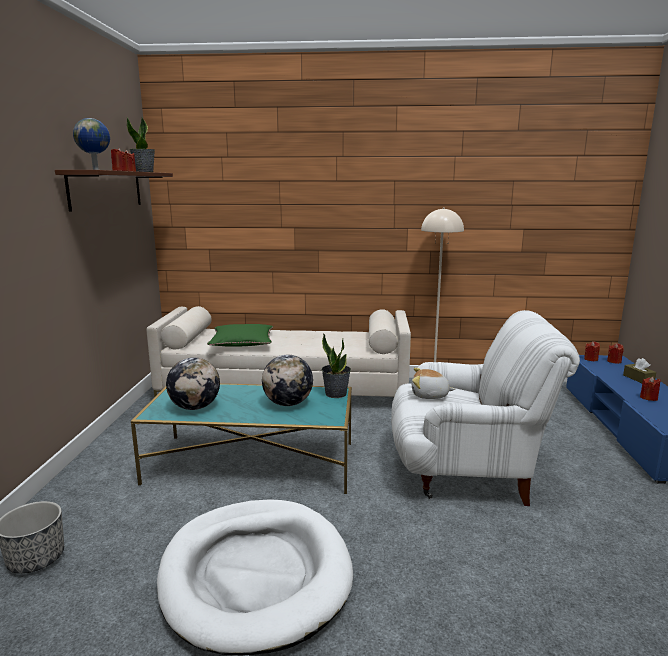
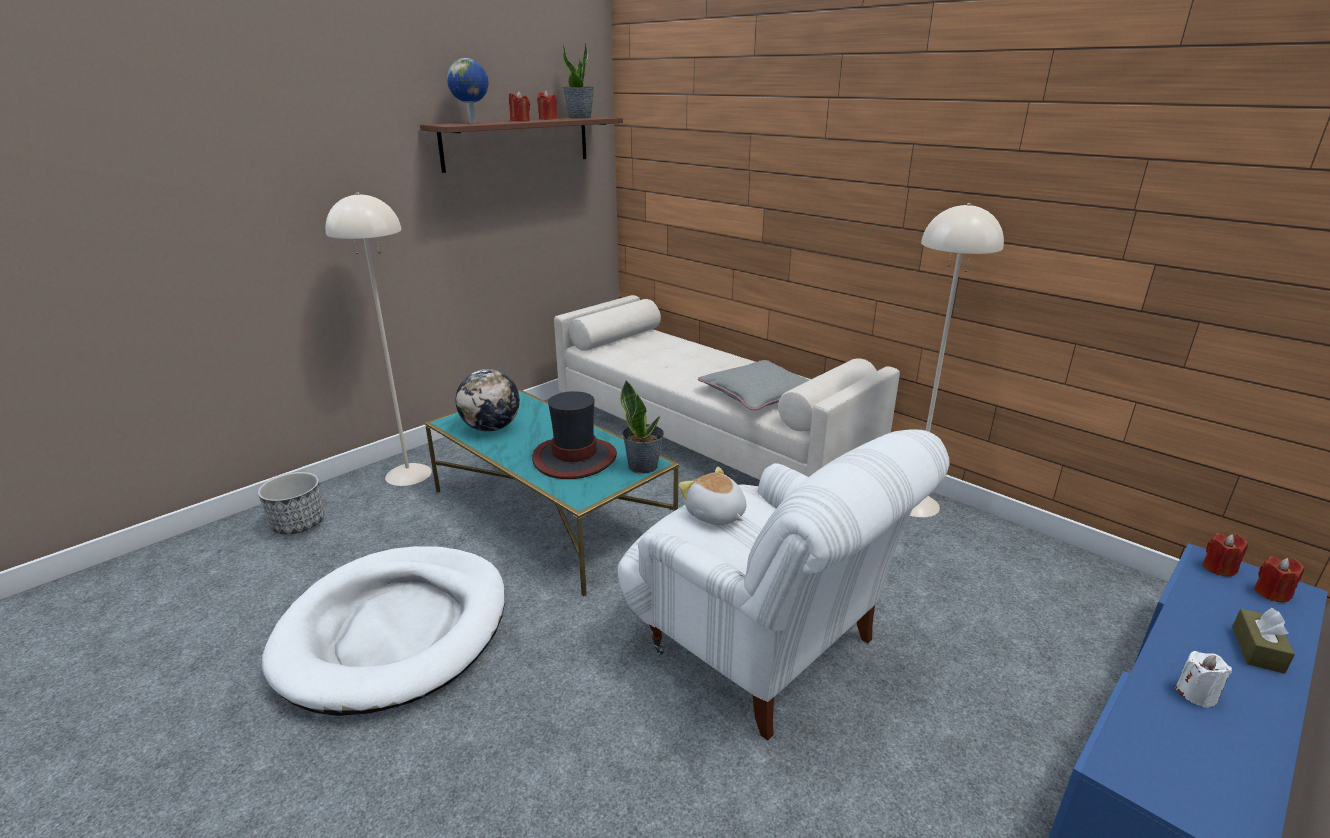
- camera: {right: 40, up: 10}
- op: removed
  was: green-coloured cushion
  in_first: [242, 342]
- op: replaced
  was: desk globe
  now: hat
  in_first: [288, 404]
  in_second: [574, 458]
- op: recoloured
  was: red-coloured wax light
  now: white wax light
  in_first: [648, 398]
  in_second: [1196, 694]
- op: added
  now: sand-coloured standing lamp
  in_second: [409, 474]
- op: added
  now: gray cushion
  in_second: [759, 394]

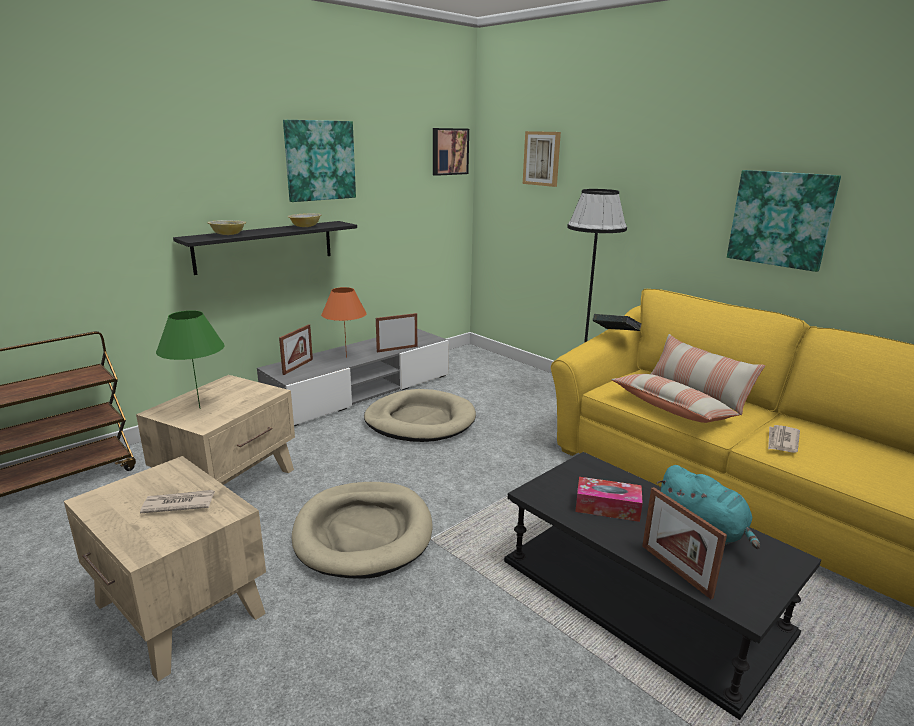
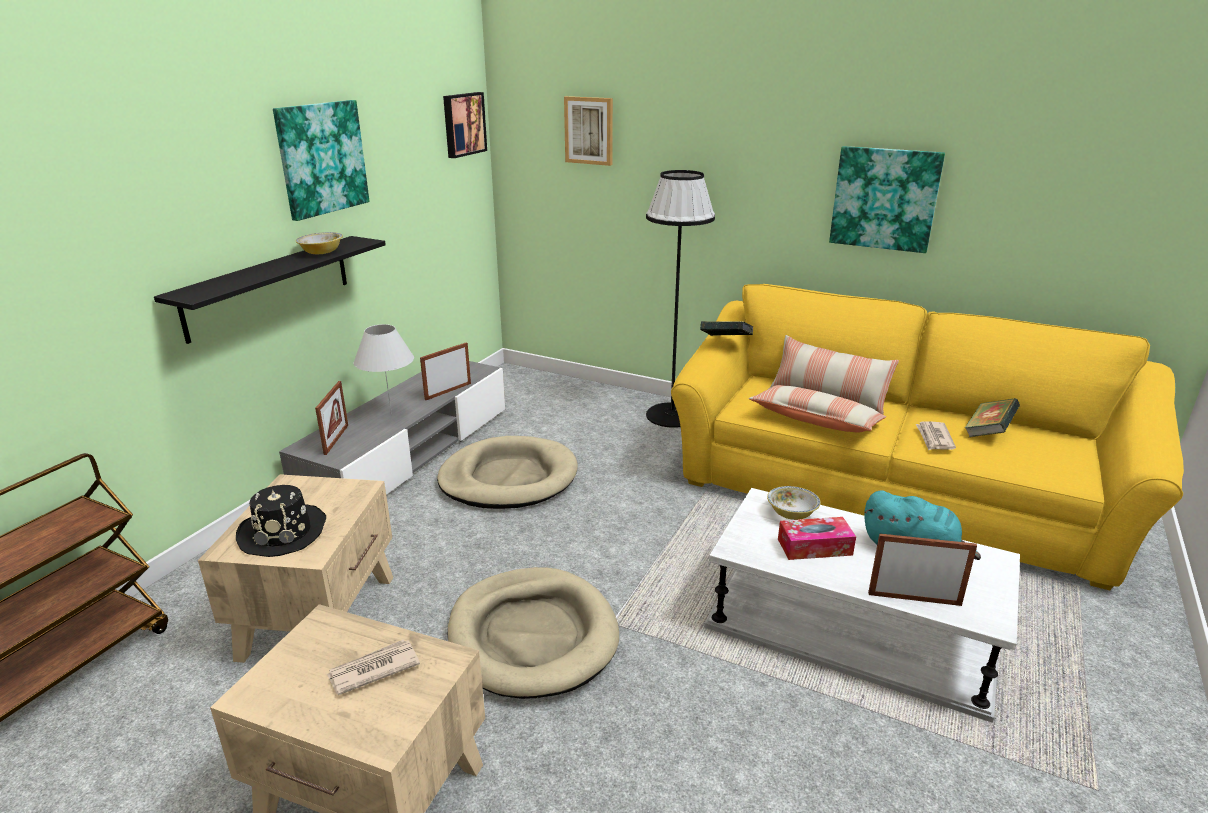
- camera: {right: -20, up: 5}
- op: moved
  was: serving bowl
  in_first: [228, 234]
  in_second: [791, 513]
- op: recoloured
  was: orange-coloured table lamp
  now: white table lamp
  in_first: [346, 357]
  in_second: [391, 415]
- op: replaced
  was: green-coloured table lamp
  now: black hat
  in_first: [200, 408]
  in_second: [283, 532]
- op: recoloured
  was: black low table
  now: white low table
  in_first: [642, 596]
  in_second: [853, 627]
- op: turned
  was: photo frame
  in_first: [675, 570]
  in_second: [914, 599]
  clockwise: 150
- op: added
  now: book
  in_second: [988, 432]

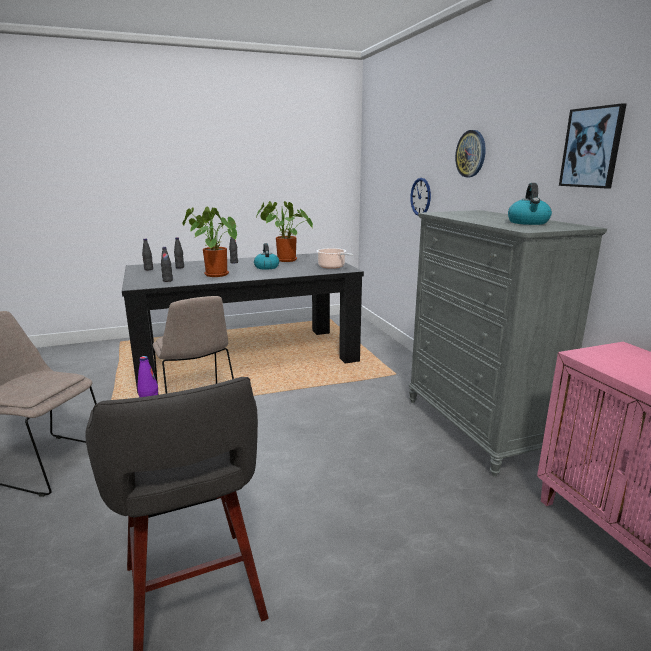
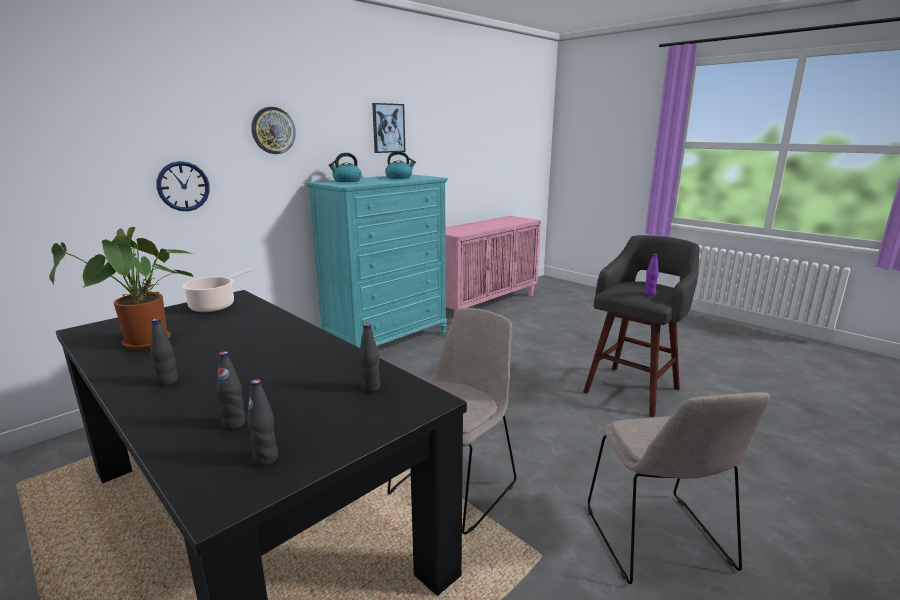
- camera: {right: -115, up: 0}
- op: removed
  was: houseplant
  in_first: [214, 274]
- op: recoloured
  was: gray chest of drawers
  now: turquoise-coloured chest of drawers
  in_first: [476, 428]
  in_second: [387, 341]
- op: moved
  was: tea kettle
  in_first: [266, 267]
  in_second: [346, 181]

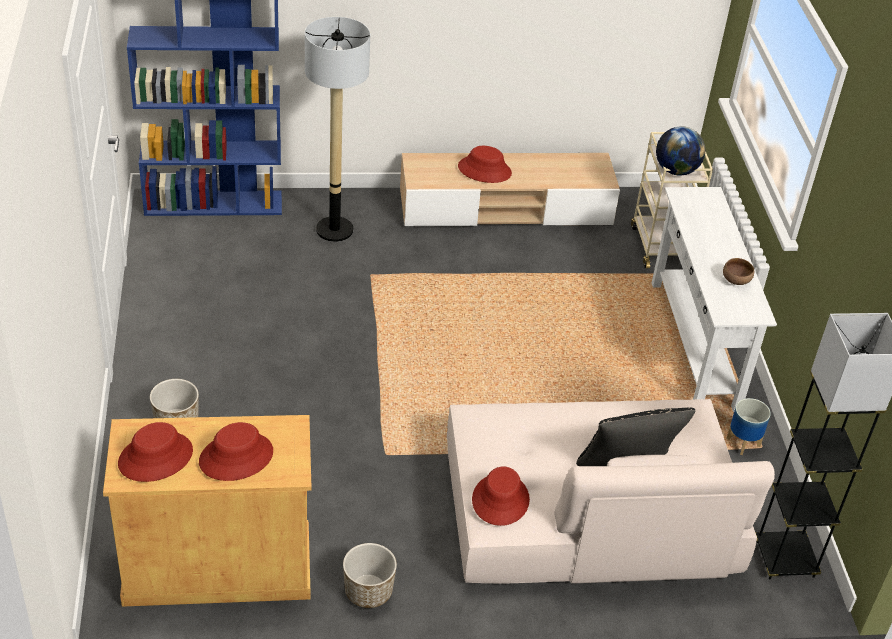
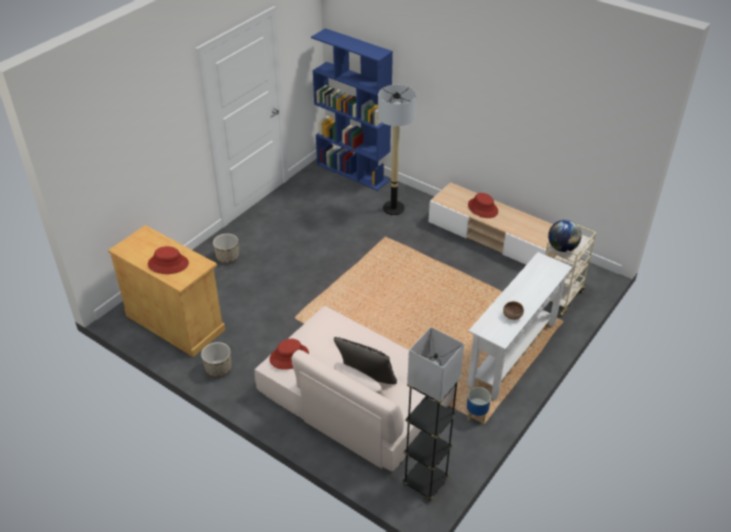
- camera: {right: 45, up: 0}
- op: removed
  was: red-coloured hat
  in_first: [155, 457]

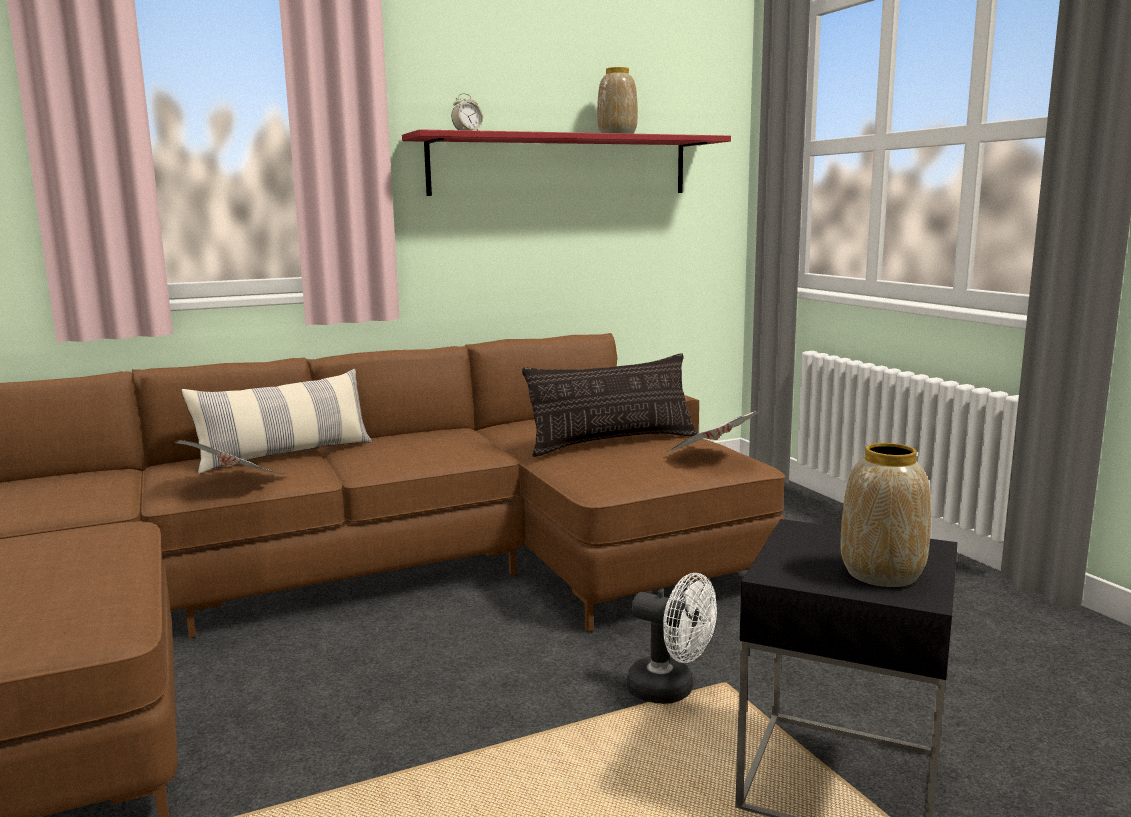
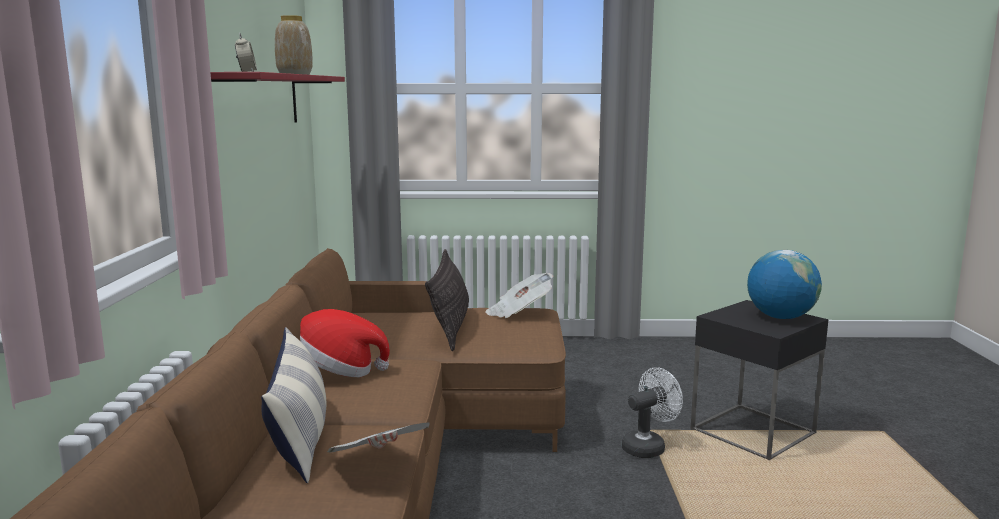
- camera: {right: -65, up: 0}
- op: replaced
  was: flower vase
  now: desk globe
  in_first: [882, 573]
  in_second: [780, 317]
- op: added
  now: hat
  in_second: [336, 372]

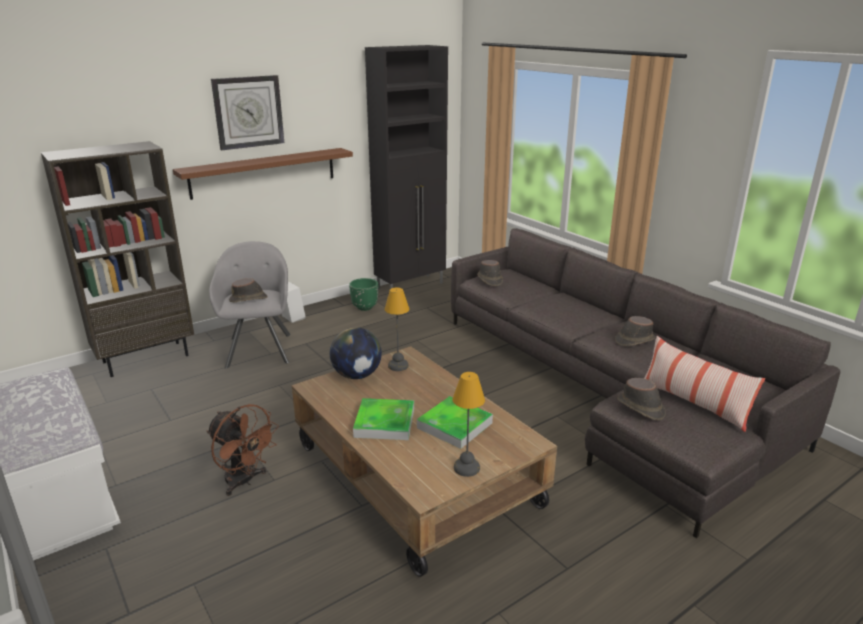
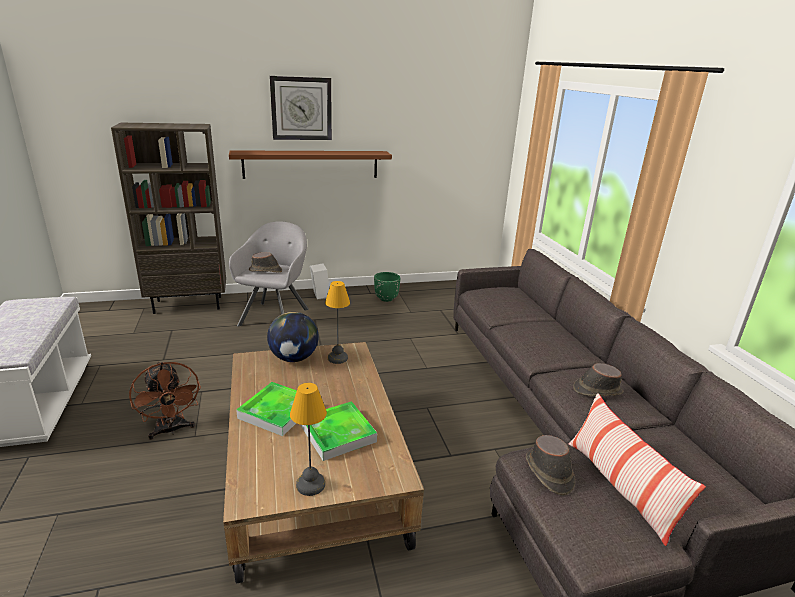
- camera: {right: 20, up: 0}
- op: removed
  was: black cabinet
  in_first: [411, 286]
- op: removed
  was: brownish hat
  in_first: [489, 280]

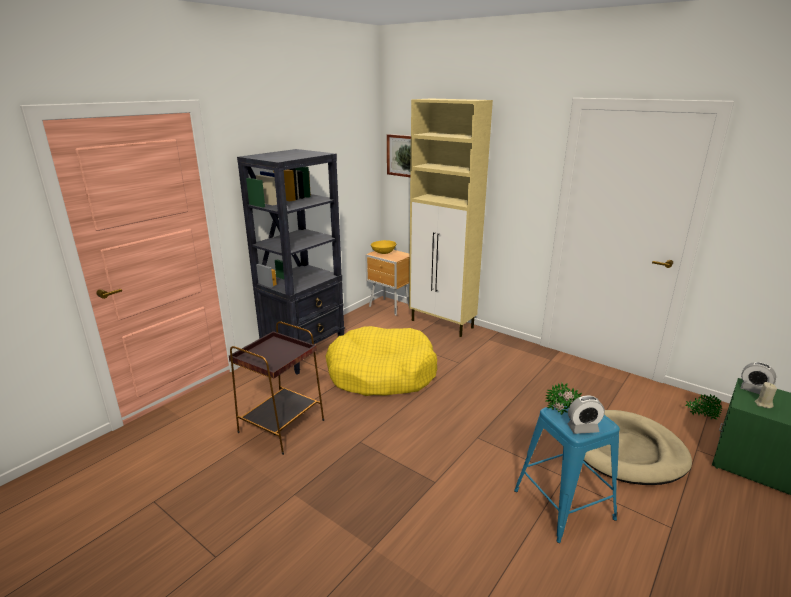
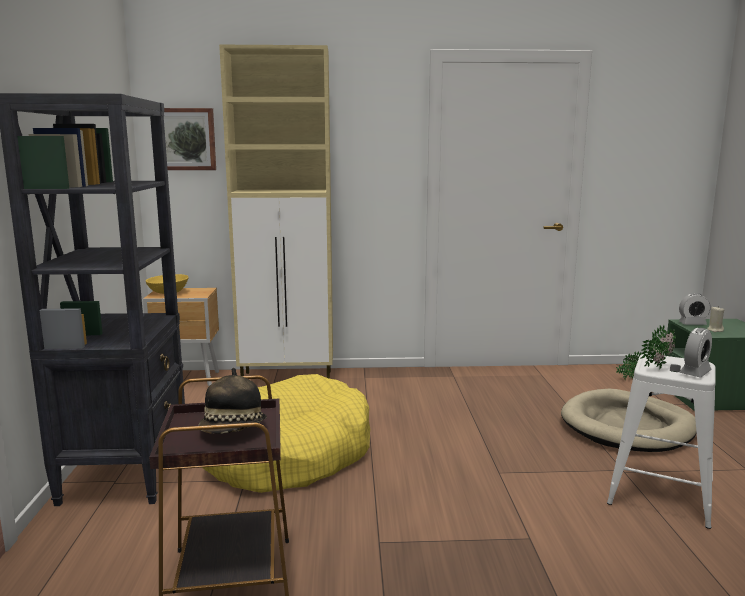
- camera: {right: -40, up: -10}
- op: recoloured
  was: bluish stool seat
  now: white stool seat
  in_first: [563, 505]
  in_second: [661, 494]
- op: added
  now: hat
  in_second: [233, 430]

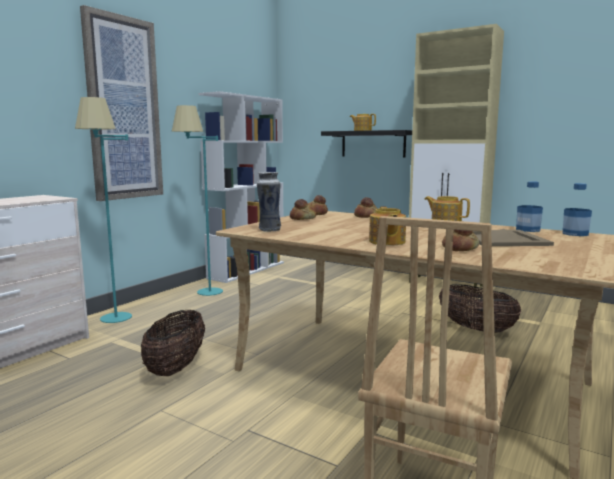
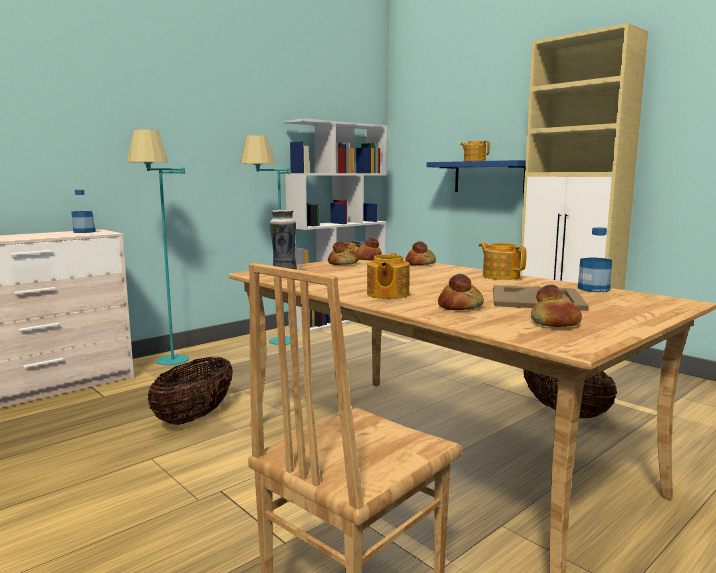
- camera: {right: 15, up: 0}
- op: removed
  was: picture
  in_first: [123, 109]
- op: recoloured
  was: black bracket shelf
  now: bluish bracket shelf
  in_first: [373, 144]
  in_second: [489, 177]
- op: moved
  was: bottle
  in_first: [575, 234]
  in_second: [84, 232]
- op: added
  now: baked bread
  in_second: [554, 324]

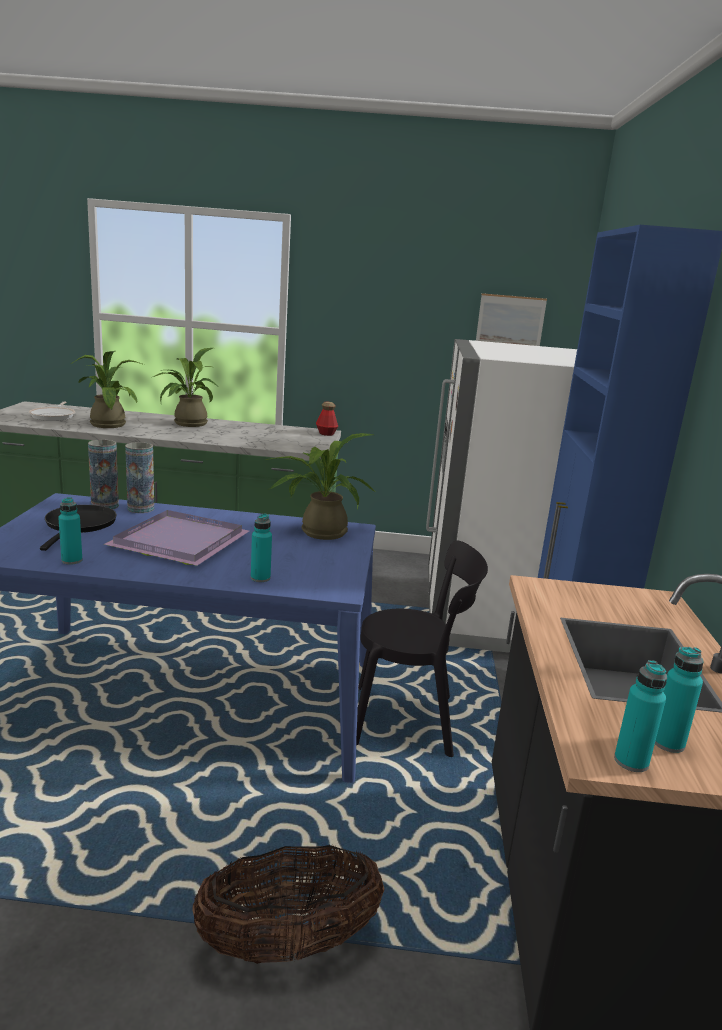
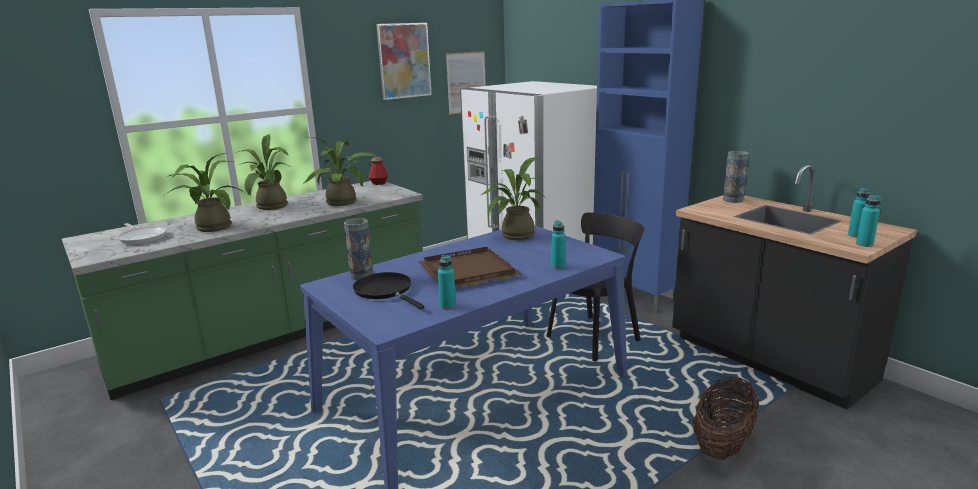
- camera: {right: -40, up: 0}
- op: moved
  was: flower vase
  in_first: [140, 508]
  in_second: [733, 200]
- op: recoloured
  was: purplish tray
  now: brownish tray
  in_first: [179, 540]
  in_second: [466, 271]
- op: added
  now: picture
  in_second: [404, 61]
- op: added
  now: houseplant
  in_second: [345, 202]

